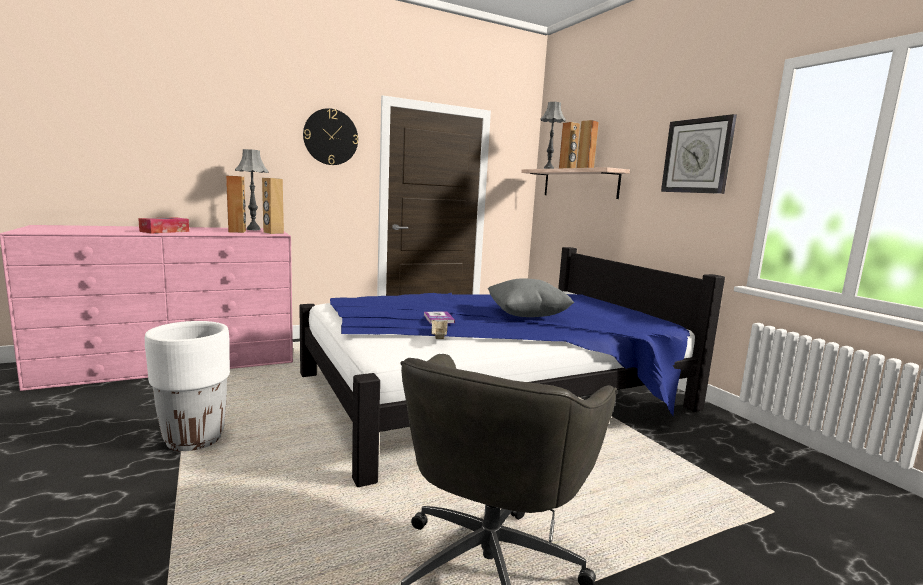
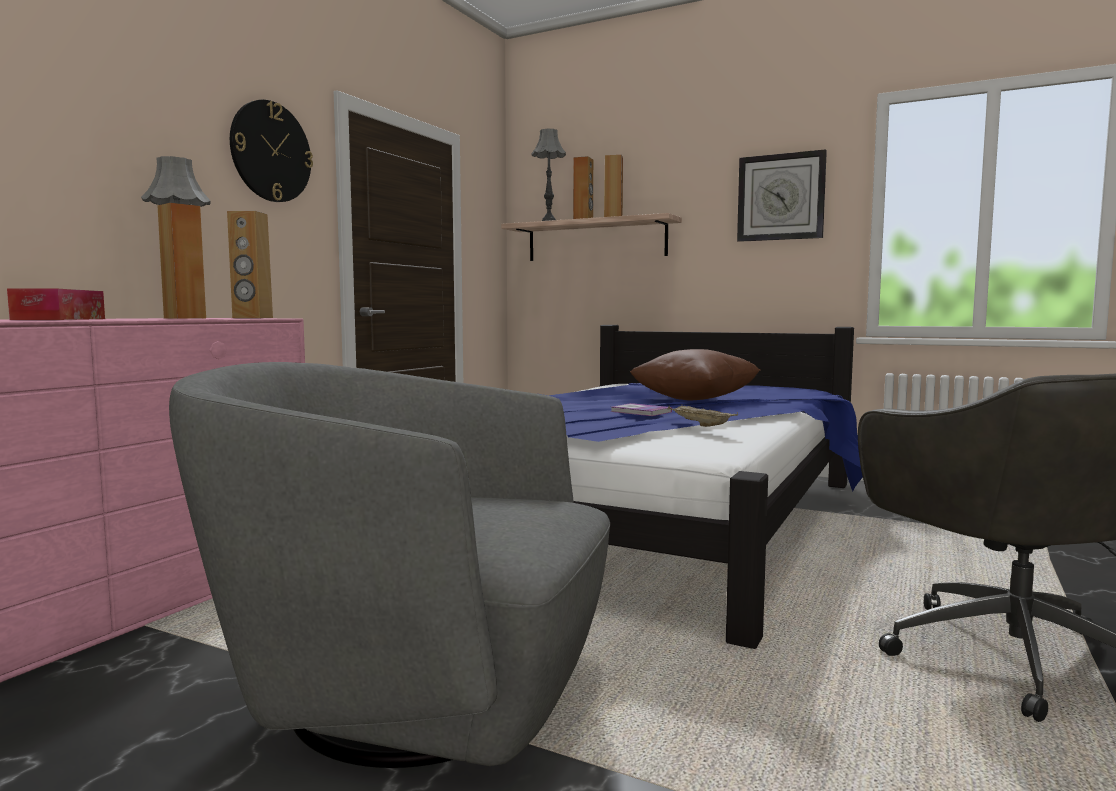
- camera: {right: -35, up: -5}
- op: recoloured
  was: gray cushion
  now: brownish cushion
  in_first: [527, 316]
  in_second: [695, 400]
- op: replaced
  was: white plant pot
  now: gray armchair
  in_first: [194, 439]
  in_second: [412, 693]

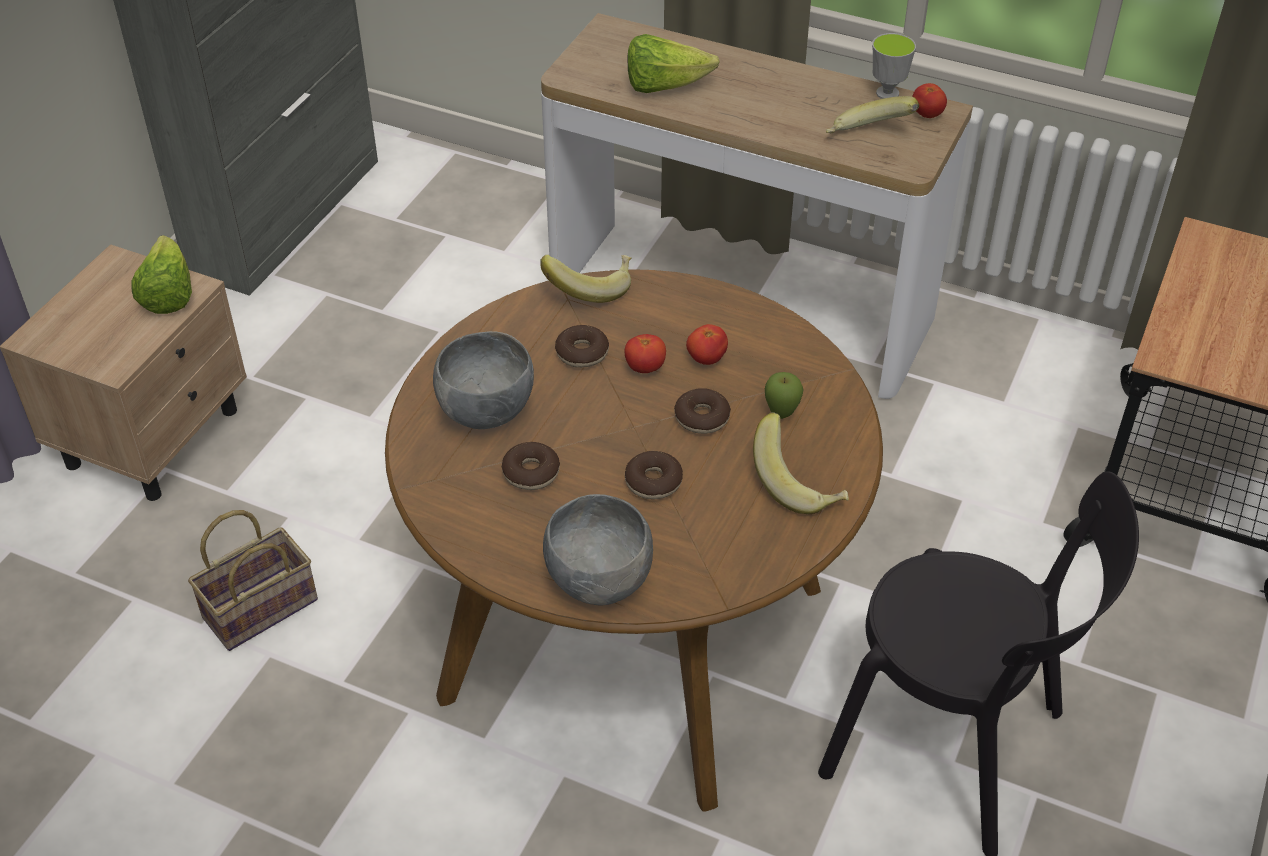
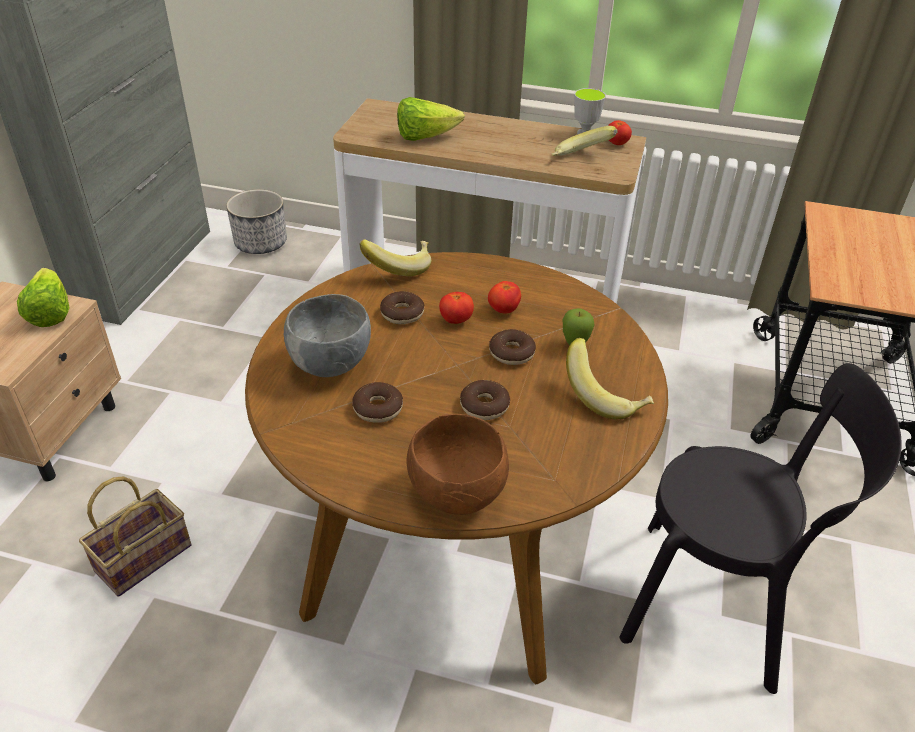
- camera: {right: -10, up: -5}
- op: recoloured
  was: gray serving bowl
  now: brownish serving bowl
  in_first: [599, 580]
  in_second: [456, 493]
- op: added
  now: plant pot
  in_second: [261, 243]

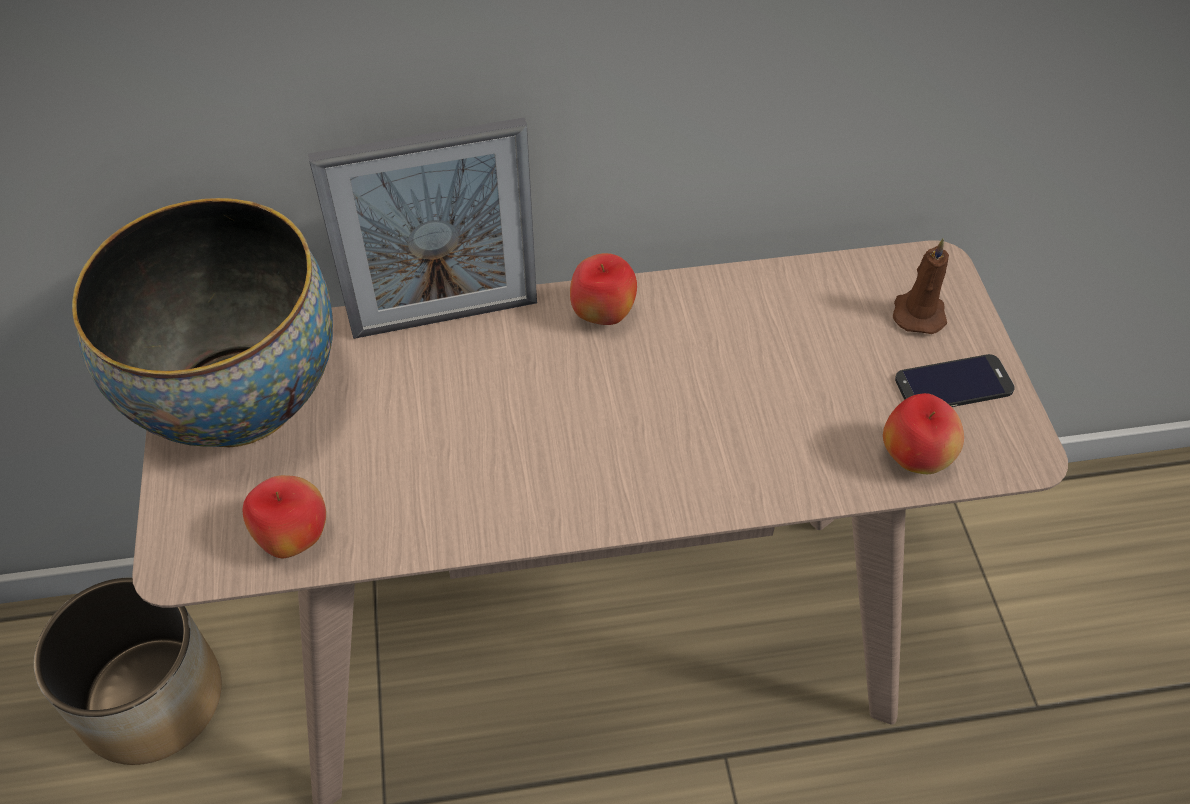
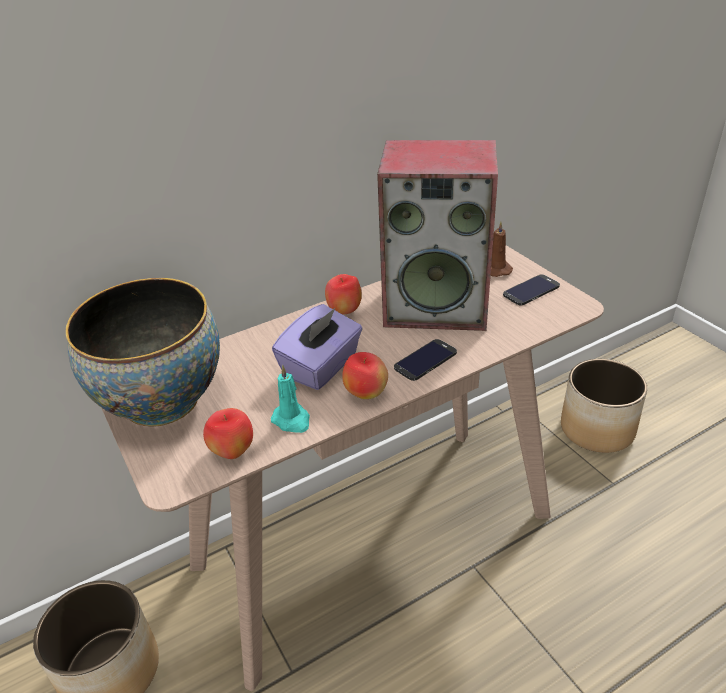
- camera: {right: -20, up: -15}
- op: removed
  was: photo frame
  in_first: [445, 317]
- op: moved
  was: apple
  in_first: [914, 459]
  in_second: [366, 394]
- op: added
  now: speaker
  in_second: [437, 306]
- op: added
  now: purplish box of tissues
  in_second: [322, 367]
- op: added
  now: phone
  in_second: [425, 360]
- op: added
  now: plant pot
  in_second: [597, 428]
- op: added
  now: turquoise-coloured wax light
  in_second: [292, 420]

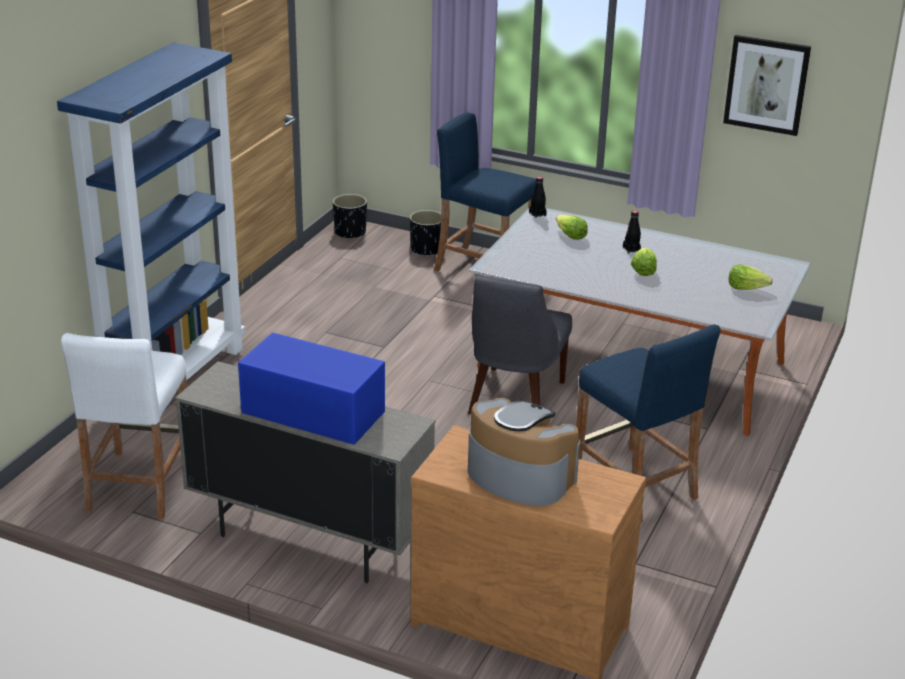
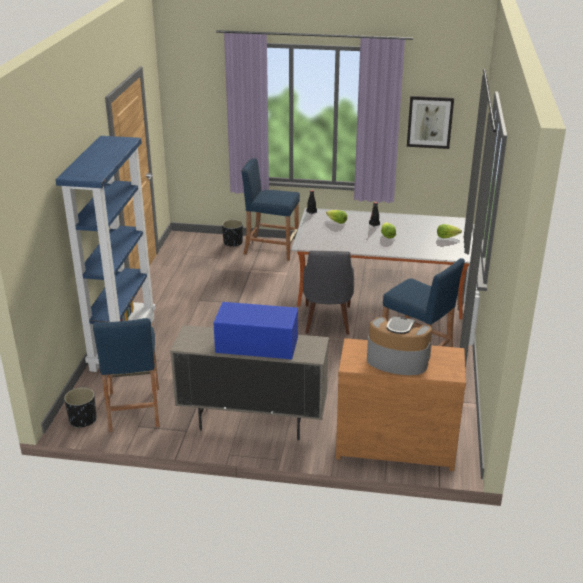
- camera: {right: -15, up: 0}
- op: moved
  was: black plant pot
  in_first: [350, 232]
  in_second: [83, 420]
- op: recoloured
  was: white stool seat
  now: bluish stool seat
  in_first: [139, 484]
  in_second: [134, 409]

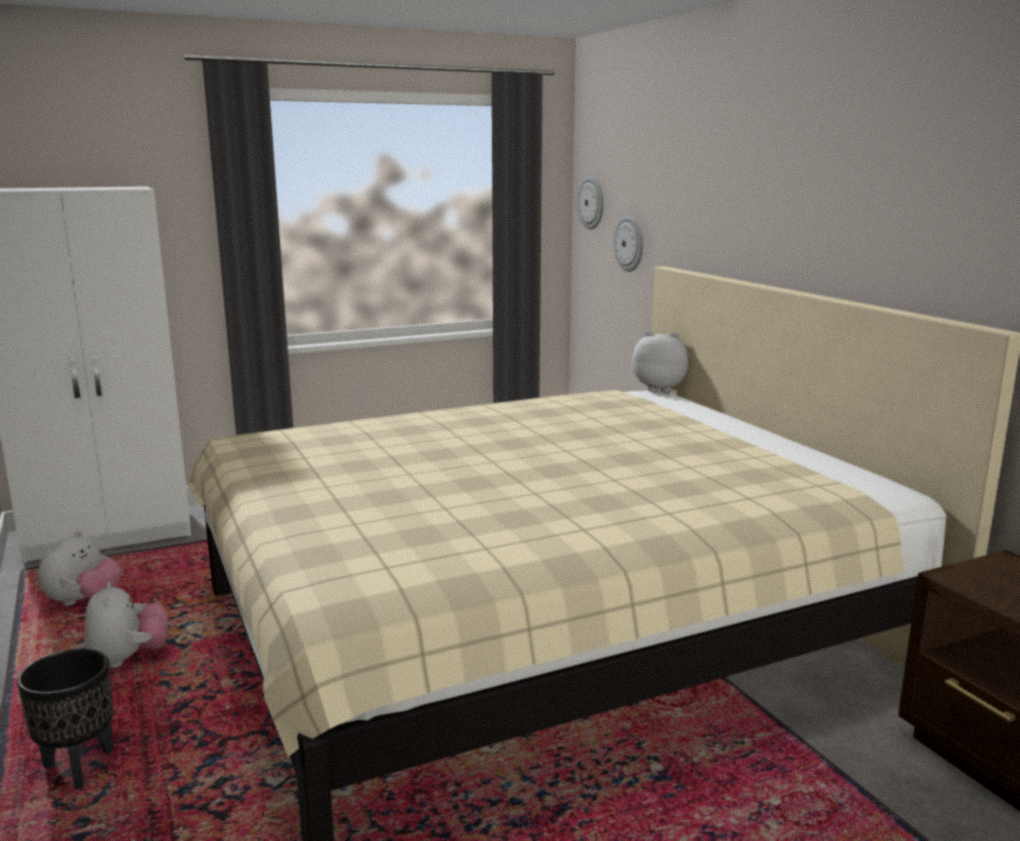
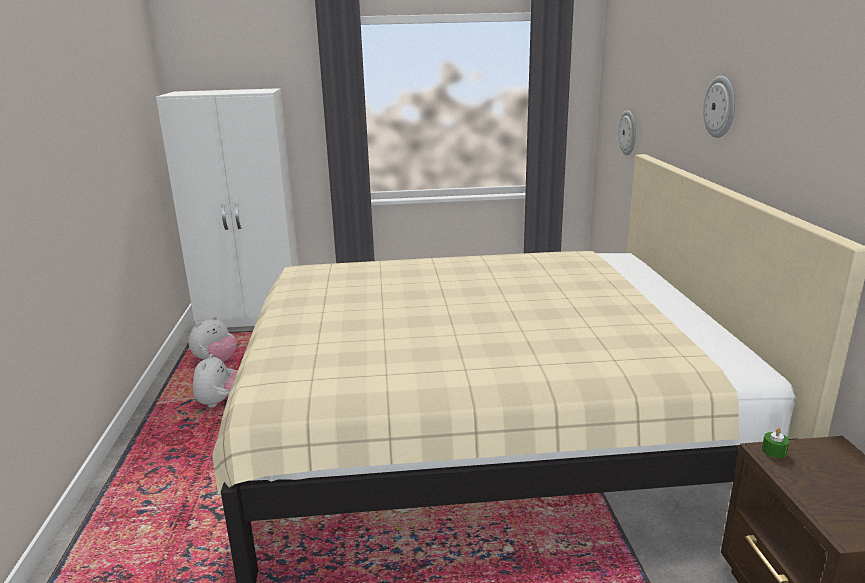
- camera: {right: 20, up: 5}
- op: moved
  was: hanging clock
  in_first: [592, 203]
  in_second: [720, 107]
- op: removed
  was: cuddly toy
  in_first: [660, 388]
- op: removed
  was: black plant pot
  in_first: [78, 769]
- op: added
  now: green-coloured wax light
  in_second: [774, 451]

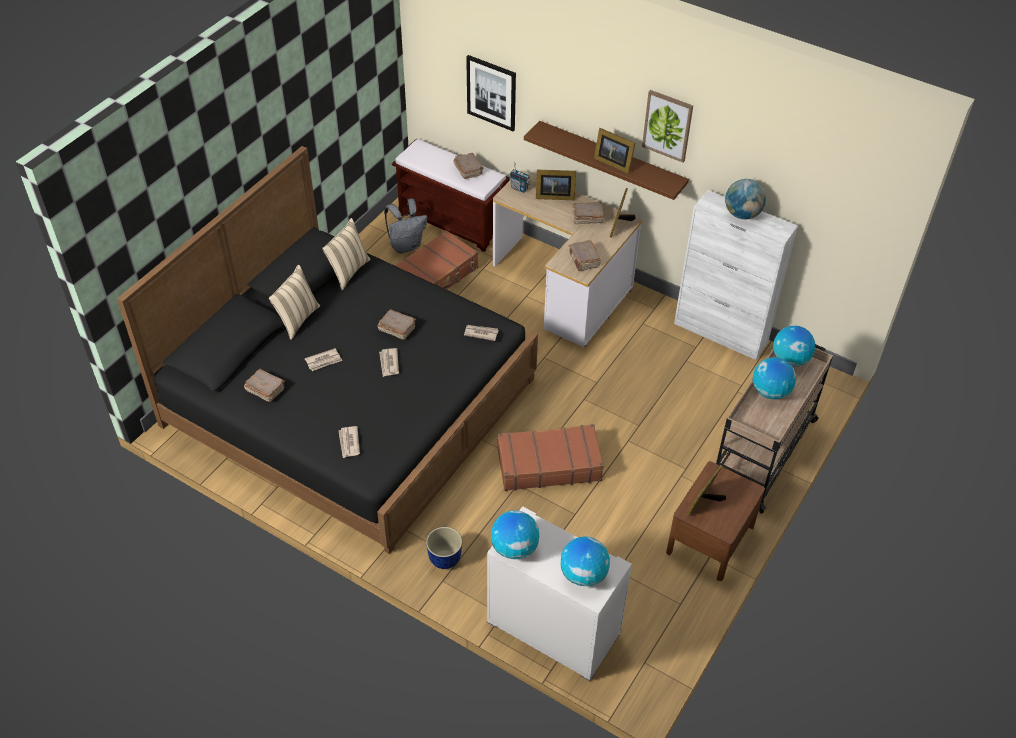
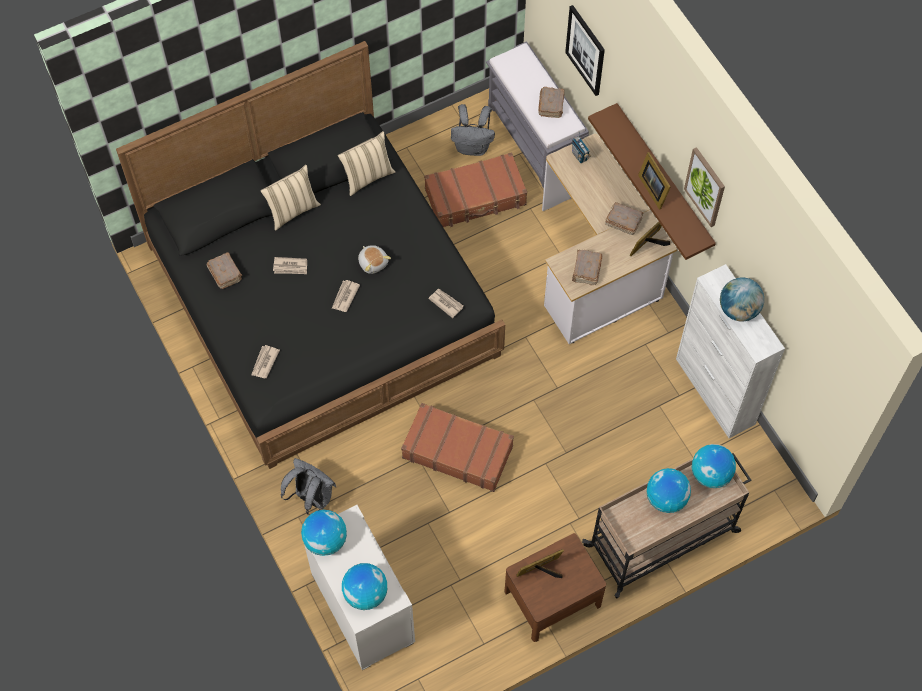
- camera: {right: 30, up: 15}
- op: recoloured
  was: brownish long seat
  now: gray long seat
  in_first: [452, 222]
  in_second: [534, 139]
- op: removed
  was: photo frame
  in_first: [553, 196]
- op: replaced
  was: brownish book
  now: cuddly toy
  in_first: [396, 329]
  in_second: [373, 262]
- op: replaced
  was: plant pot
  now: gray backpack
  in_first: [444, 559]
  in_second: [311, 497]

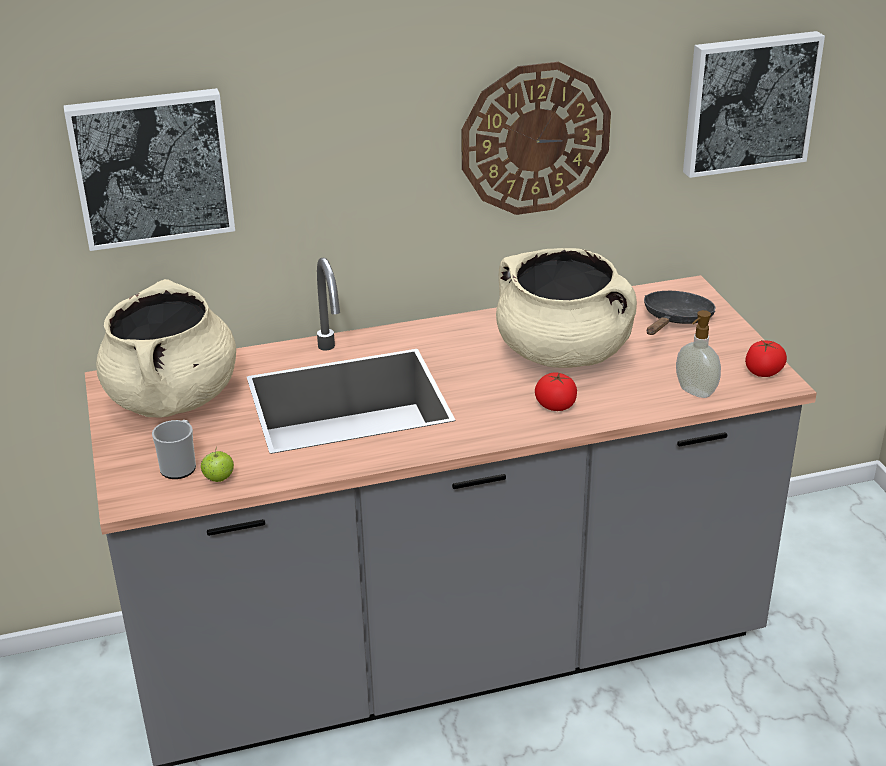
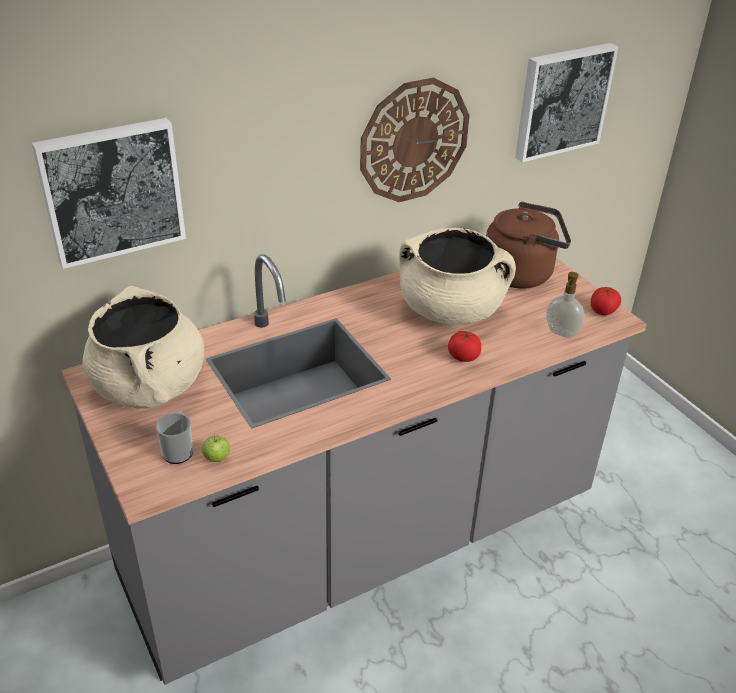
- camera: {right: -15, up: 5}
- op: replaced
  was: black pan
  now: brownish tea kettle
  in_first: [675, 320]
  in_second: [522, 274]

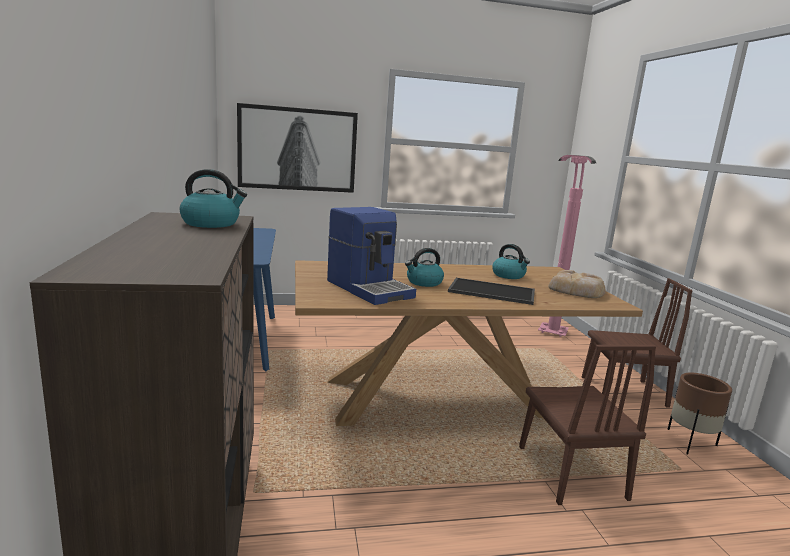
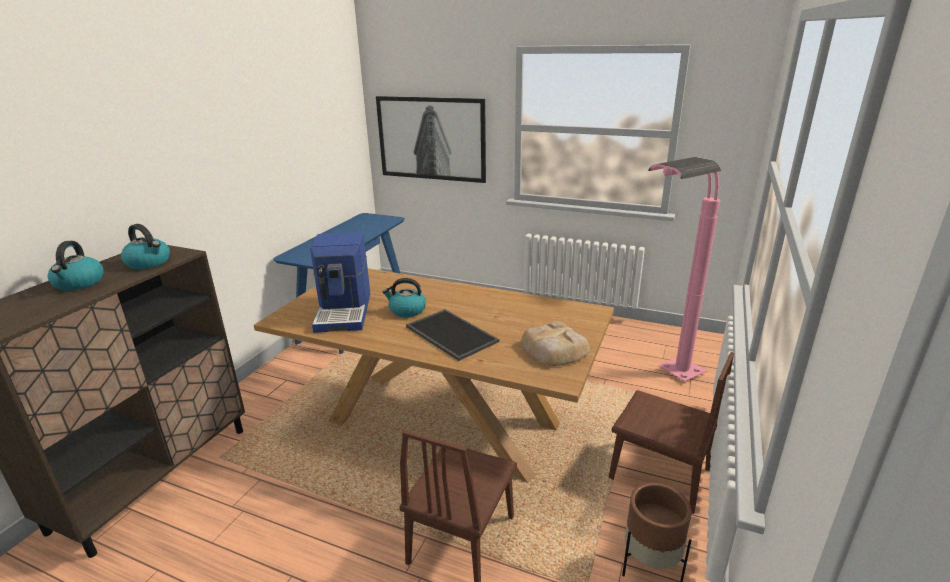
- camera: {right: 35, up: 10}
- op: moved
  was: tea kettle
  in_first: [509, 275]
  in_second: [79, 283]

